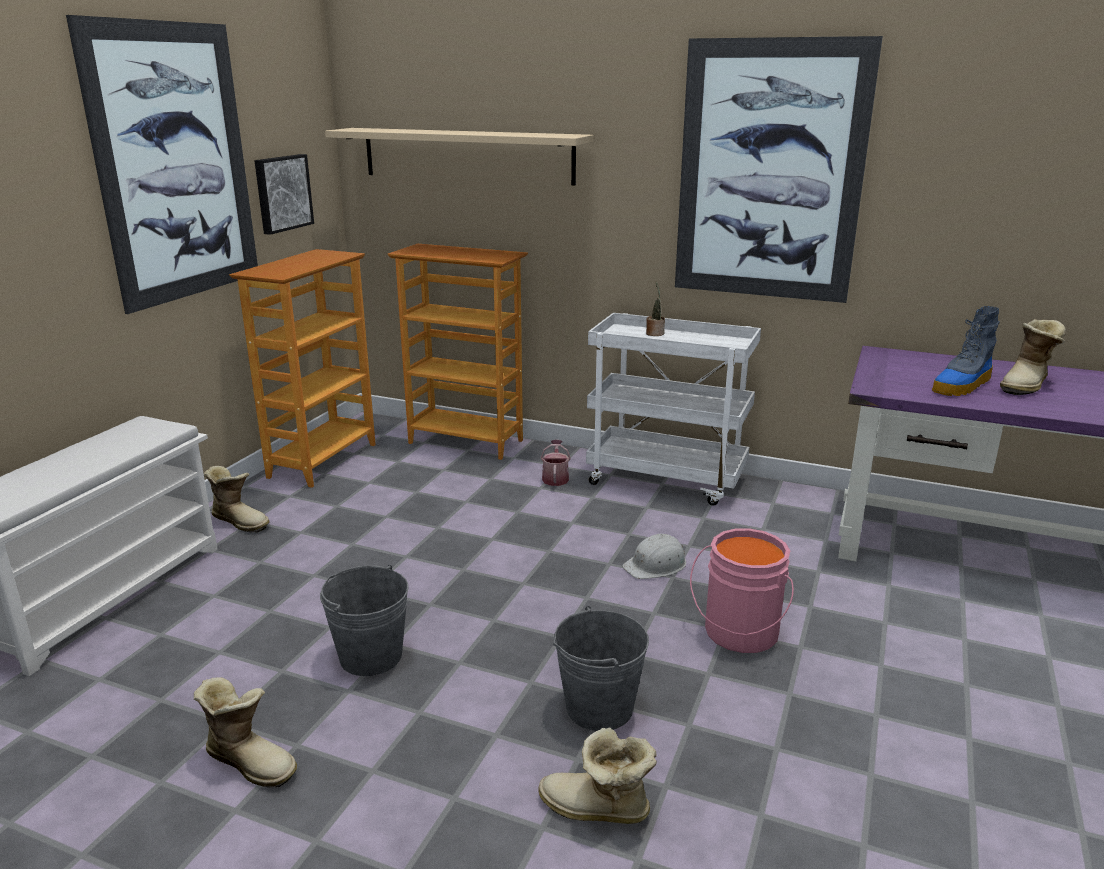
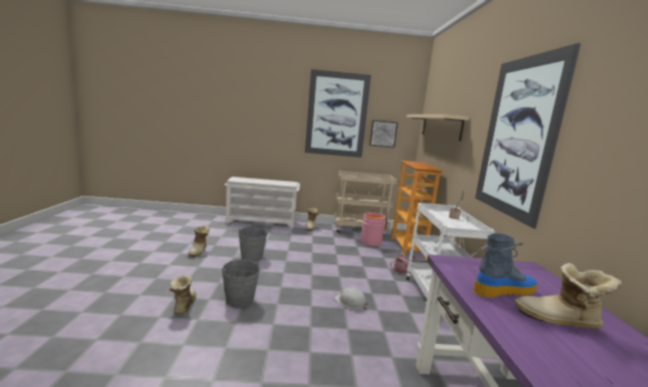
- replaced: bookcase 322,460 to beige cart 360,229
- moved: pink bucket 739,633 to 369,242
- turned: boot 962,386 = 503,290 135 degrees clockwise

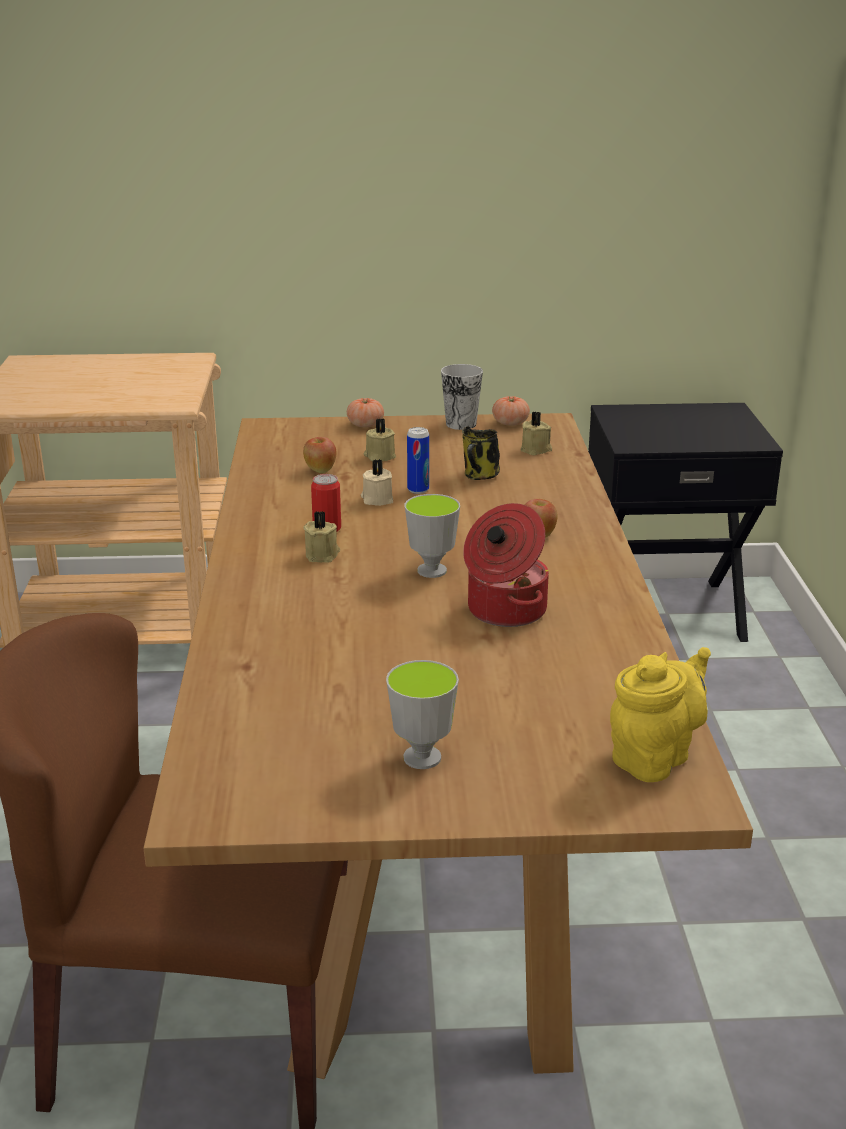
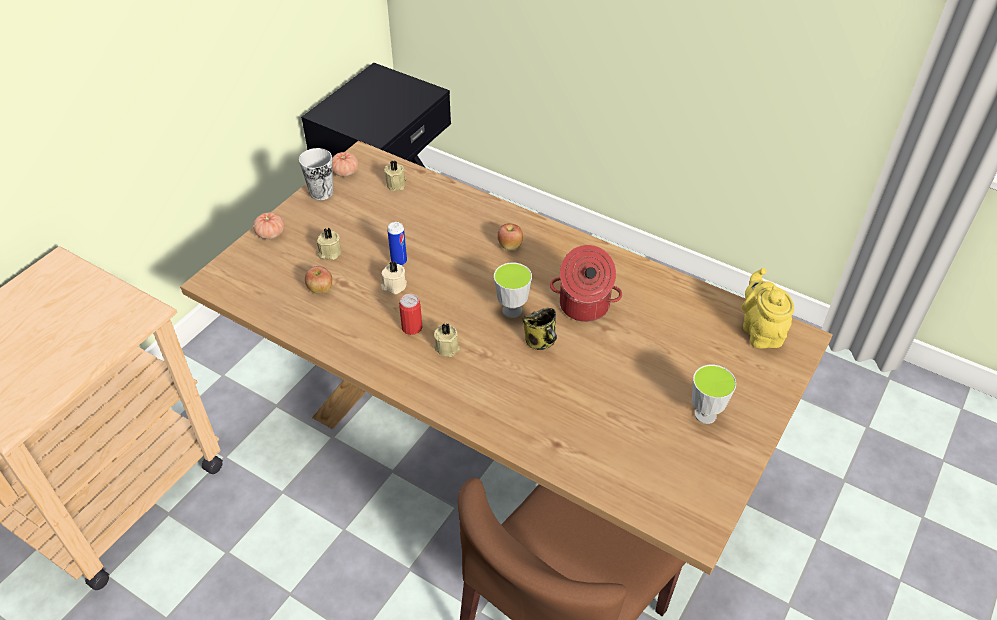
- moved: mug 480,476 to 541,342

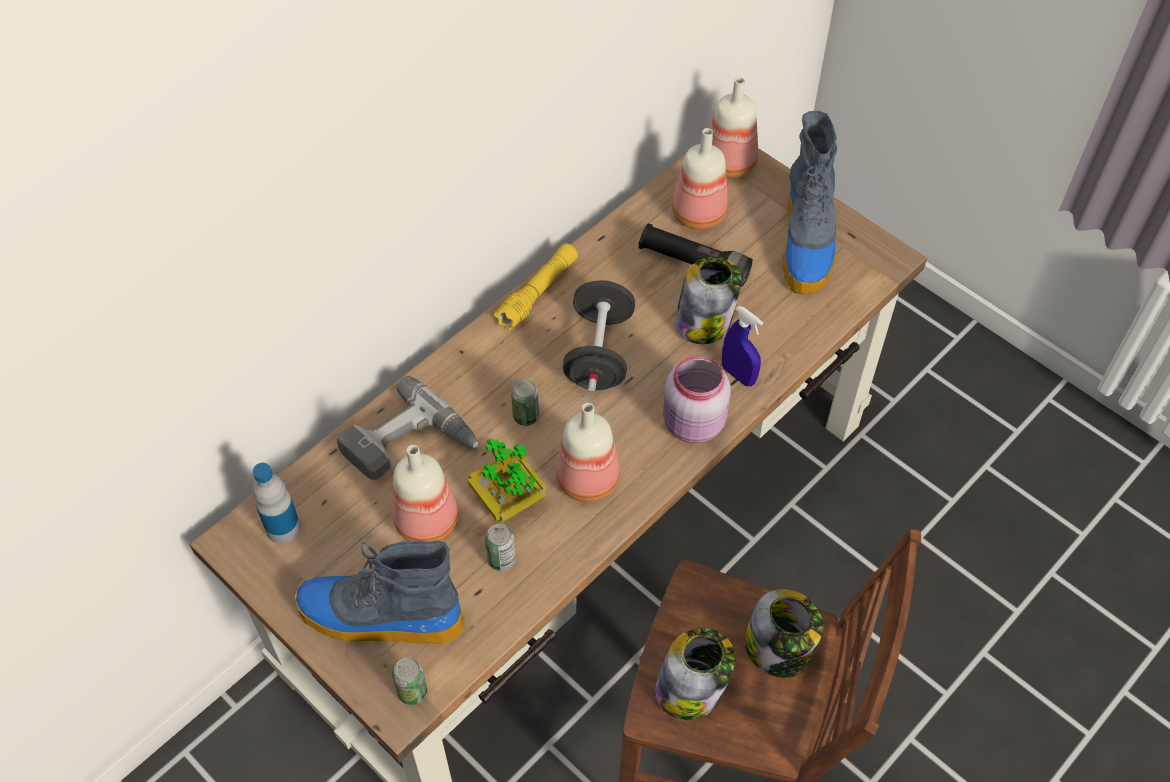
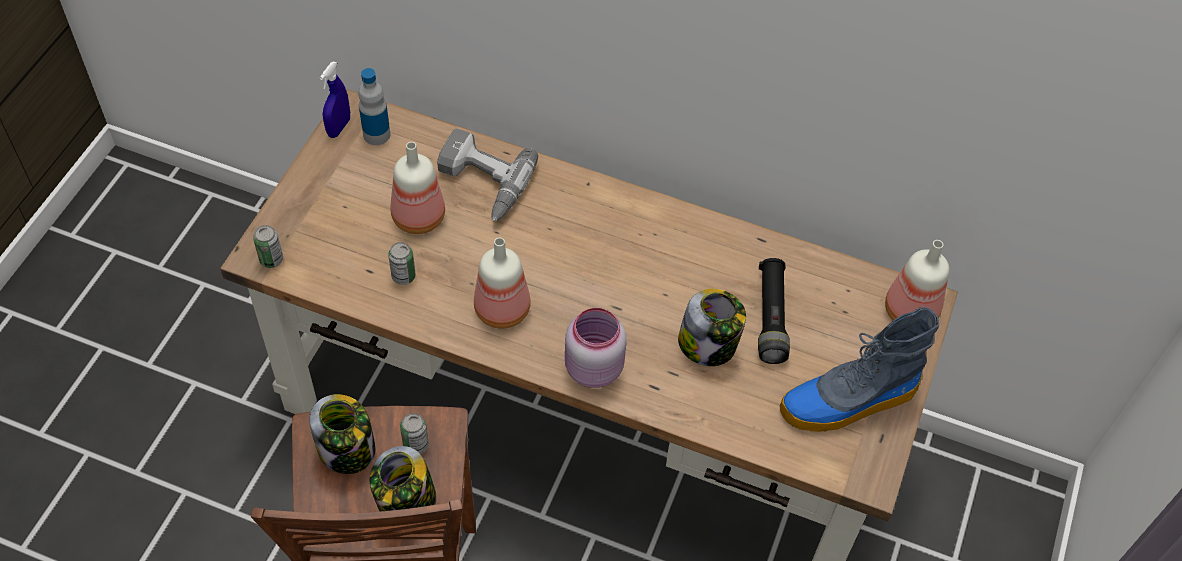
- removed: boot 379,617
- removed: potted plant 508,498
- removed: yellow flashlight 538,293
- moved: can 526,416 to 416,445
- removed: black dumbbell 599,353
- removed: bottle 698,215
- moved: blue spray bottle 738,375 to 339,127

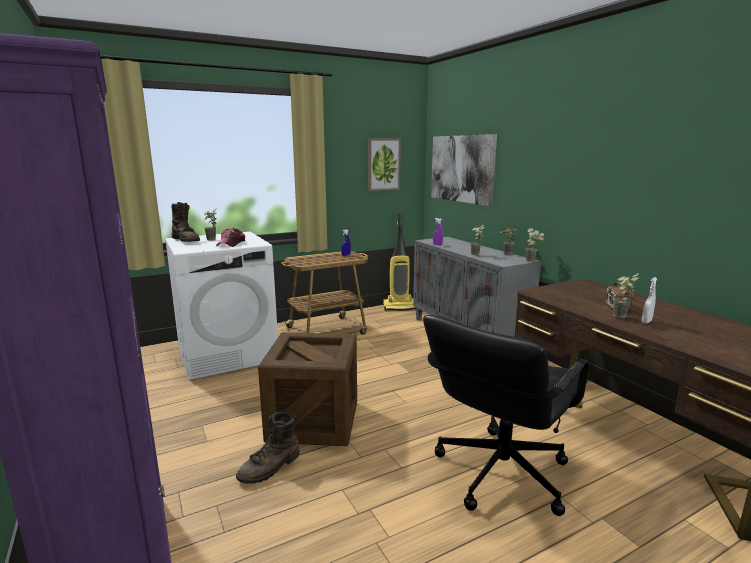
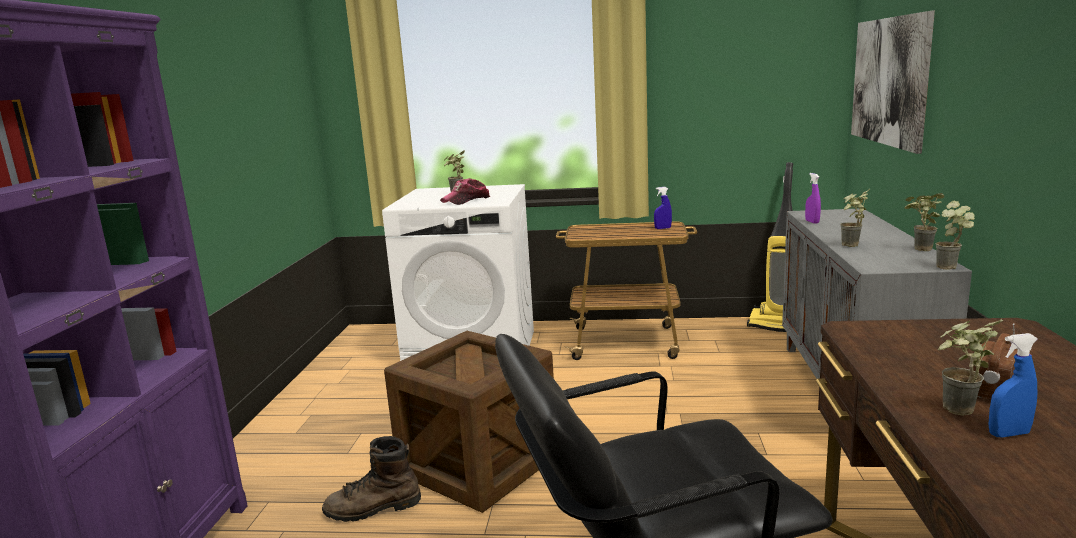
- removed: brown boot 186,240
- removed: picture 383,164
- recoloured: white spray bottle 646,321 to blue spray bottle 1008,434

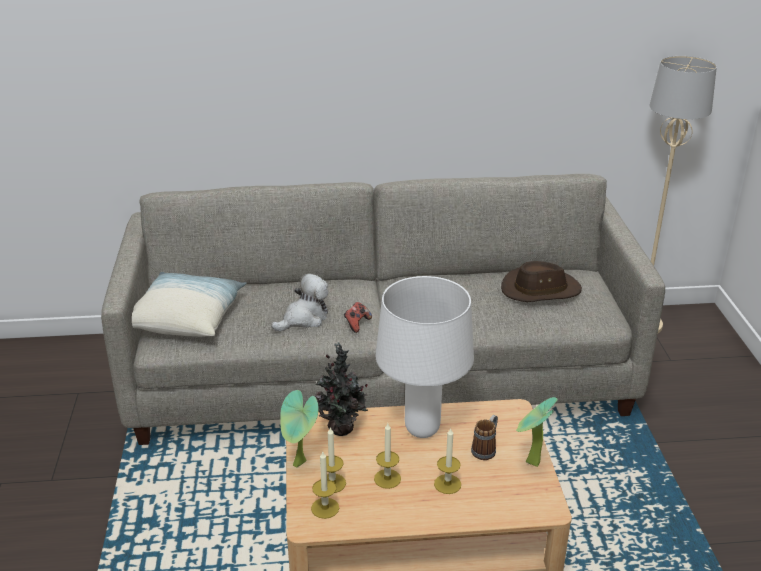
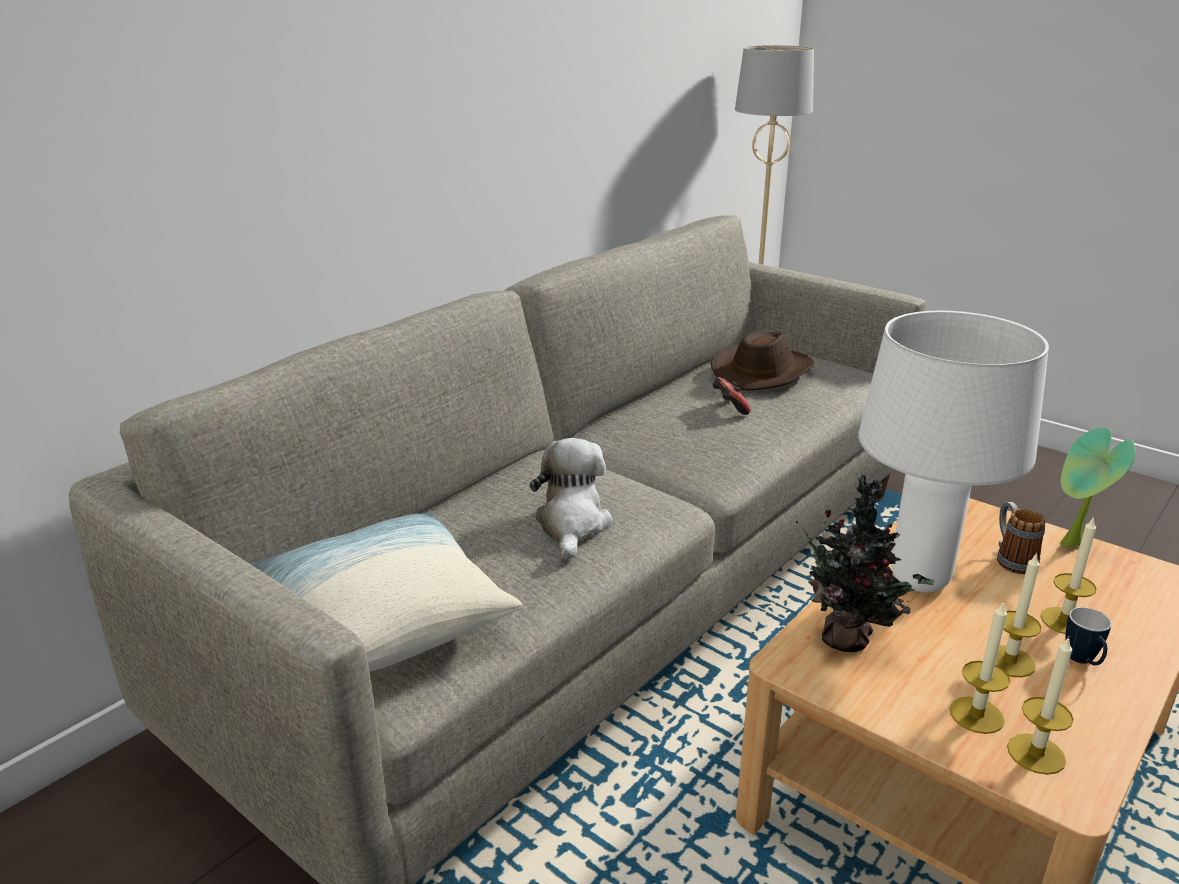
- removed: potted plant 300,465
- moved: game controller 357,324 to 729,407
- added: mug 1083,662

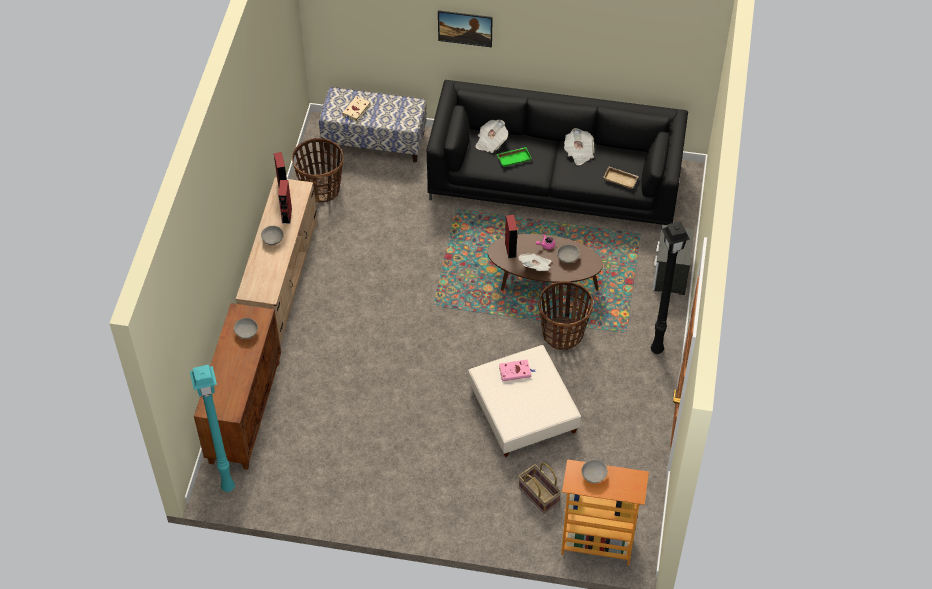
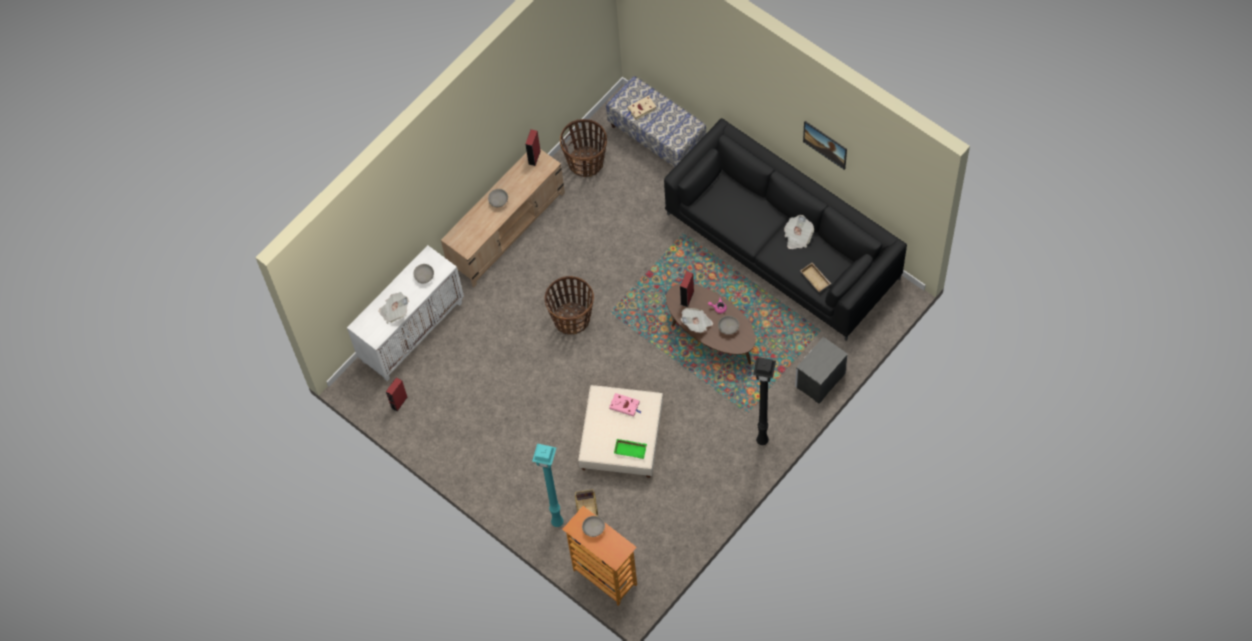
- moved: turquoise floor lamp 227,486 to 556,521
- recoloured: brown cabinet 244,411 to white cabinet 412,331
- moved: red speaker 287,215 to 399,402
- moved: picture 465,35 to 824,150
- moved: newspaper 490,142 to 394,311
- moved: green tray 514,158 to 631,449
- moved: basket 563,334 to 572,319

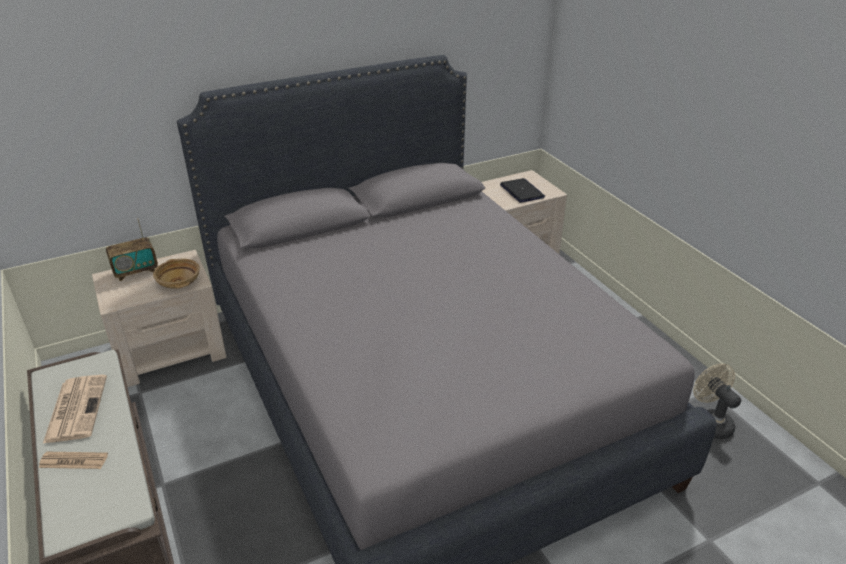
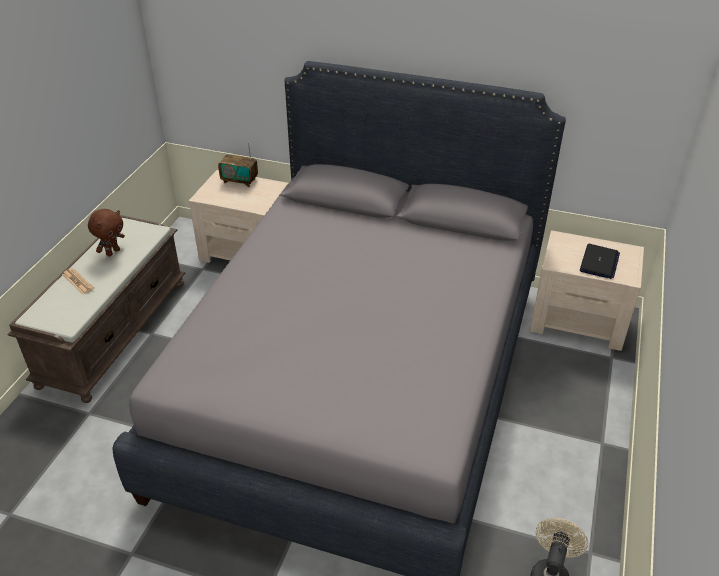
- replaced: newspaper 76,408 to brown plush toy 112,252
- removed: beige bowl 179,282

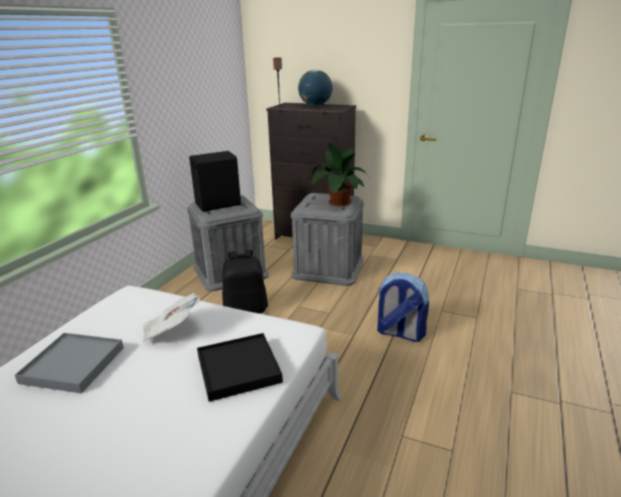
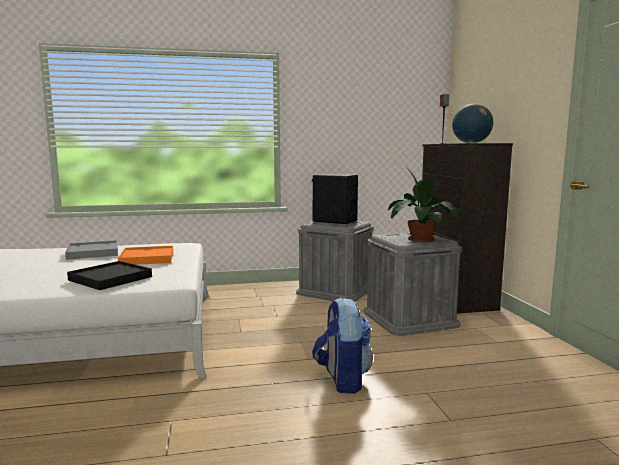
- replaced: newspaper 171,330 to orange tray 147,258
- removed: black backpack 246,309

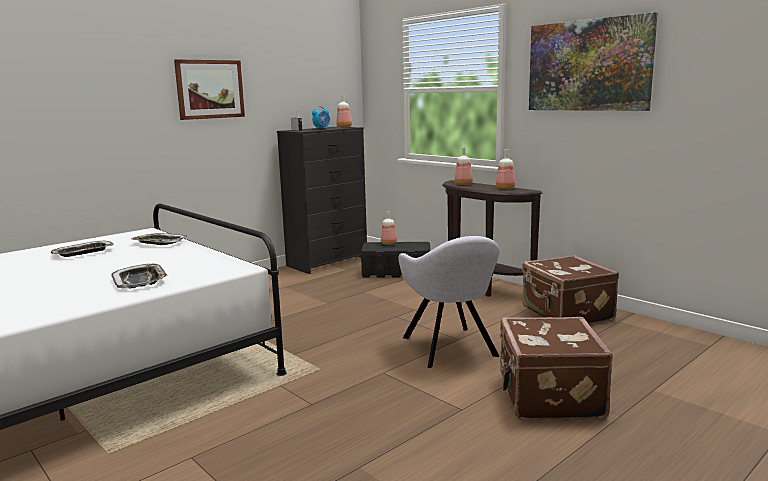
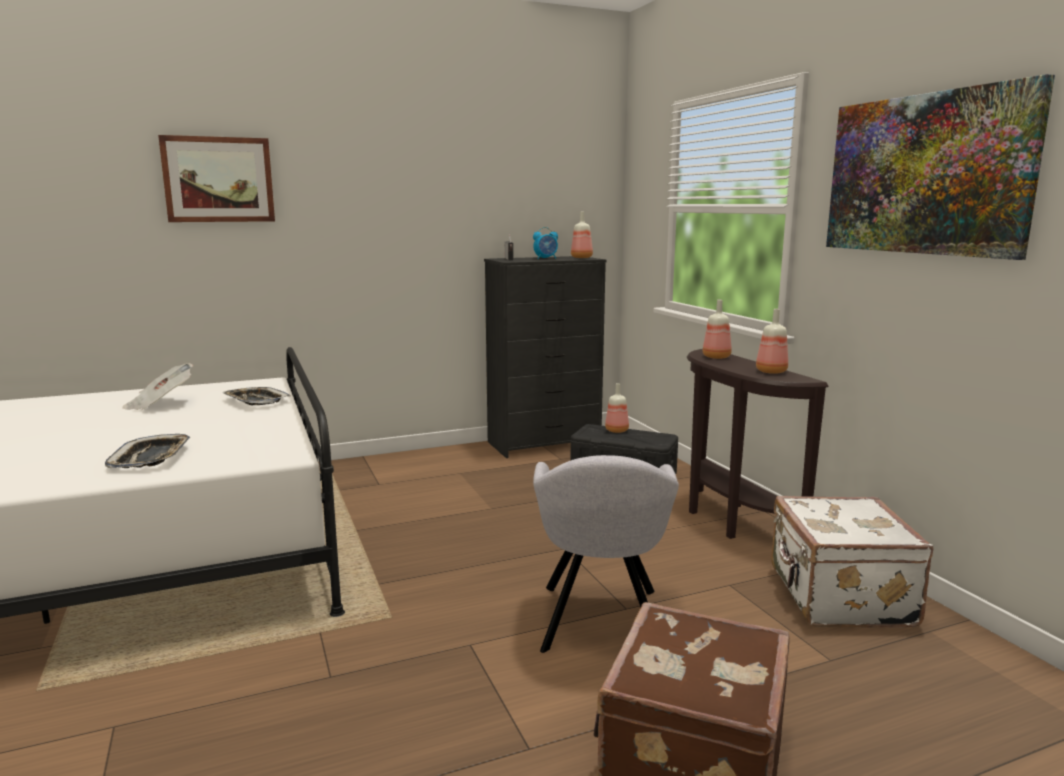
- replaced: tray 83,253 to newspaper 160,404
- moved: picture 210,89 to 218,179
- recoloured: brown suitcase 566,314 to white suitcase 837,597

